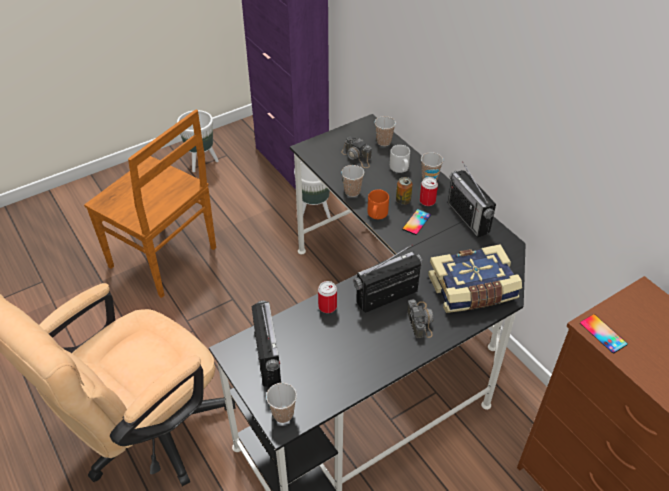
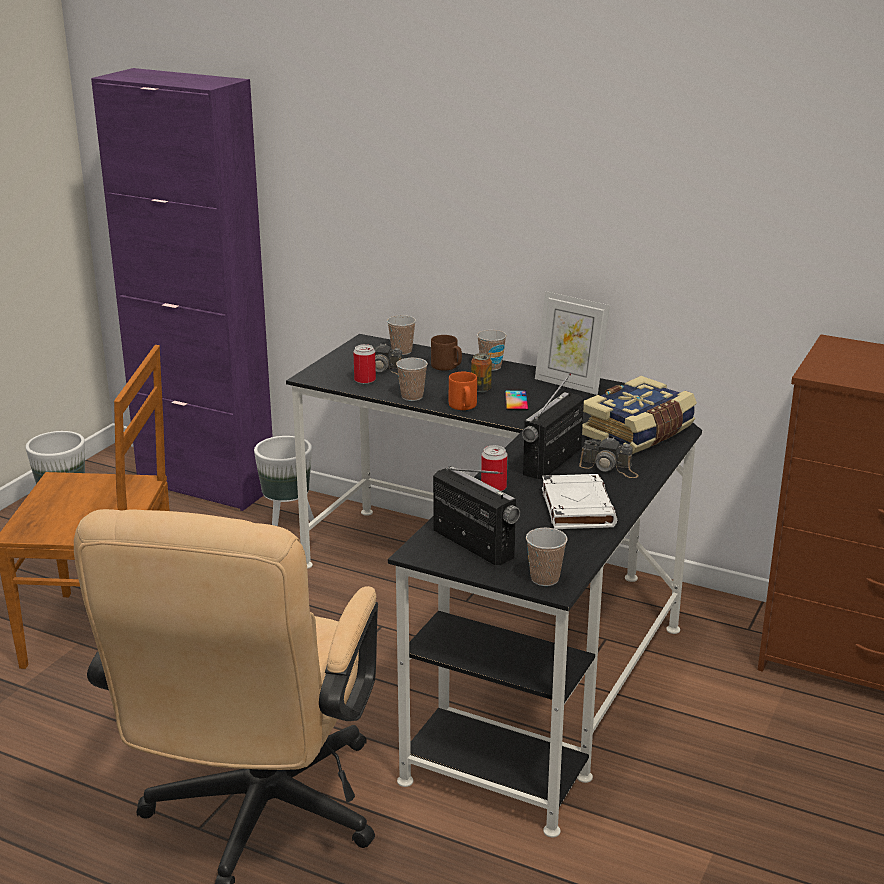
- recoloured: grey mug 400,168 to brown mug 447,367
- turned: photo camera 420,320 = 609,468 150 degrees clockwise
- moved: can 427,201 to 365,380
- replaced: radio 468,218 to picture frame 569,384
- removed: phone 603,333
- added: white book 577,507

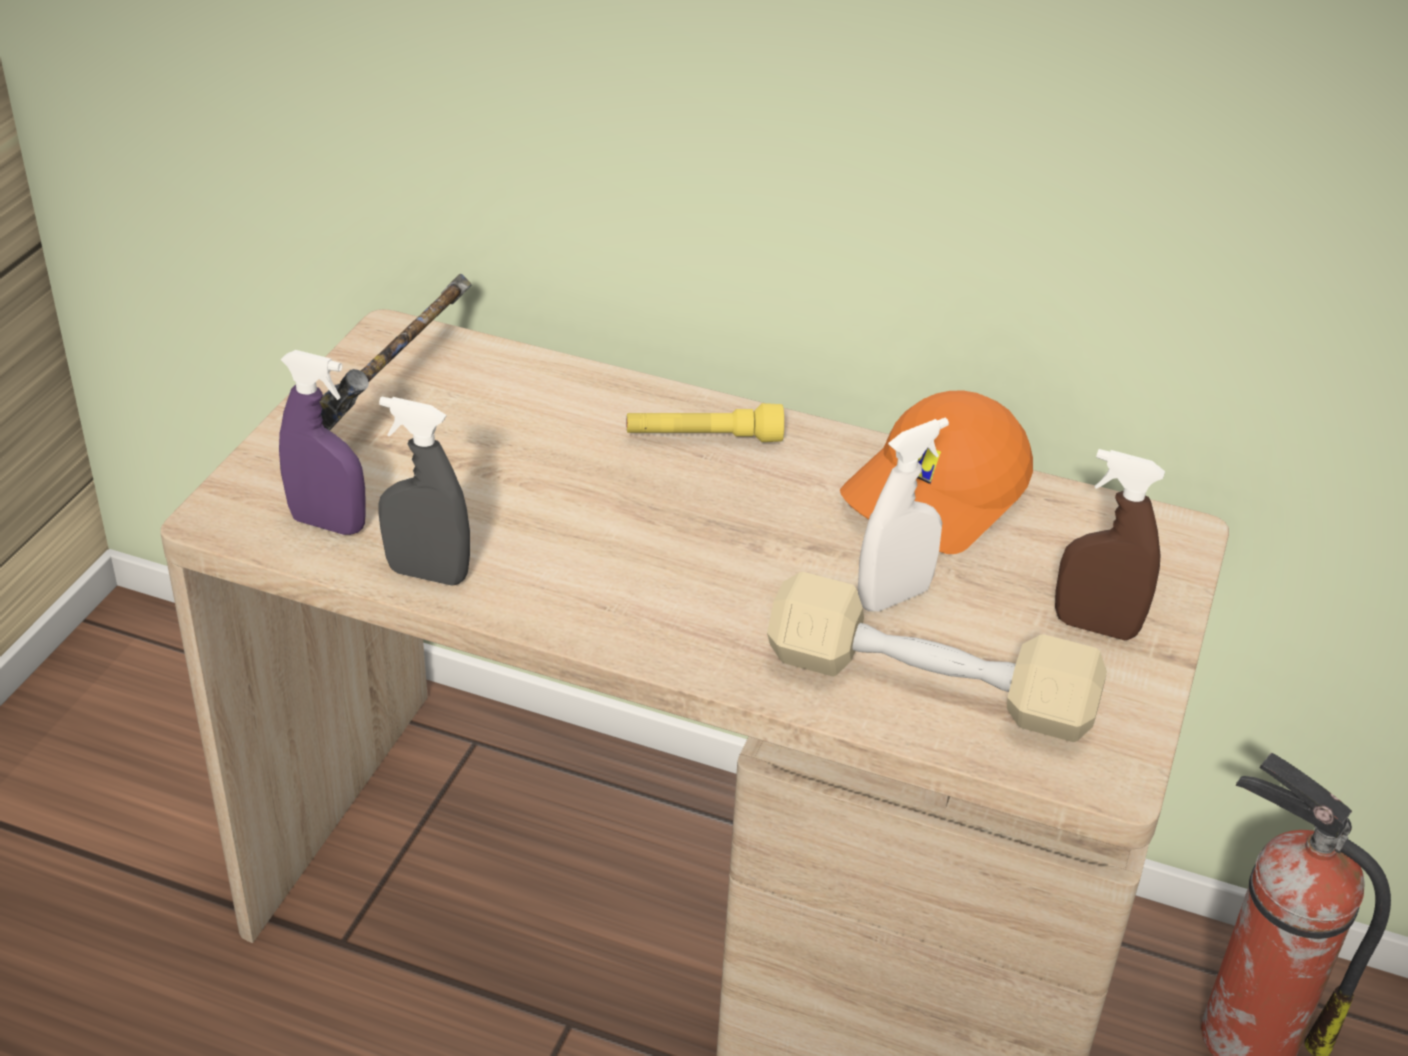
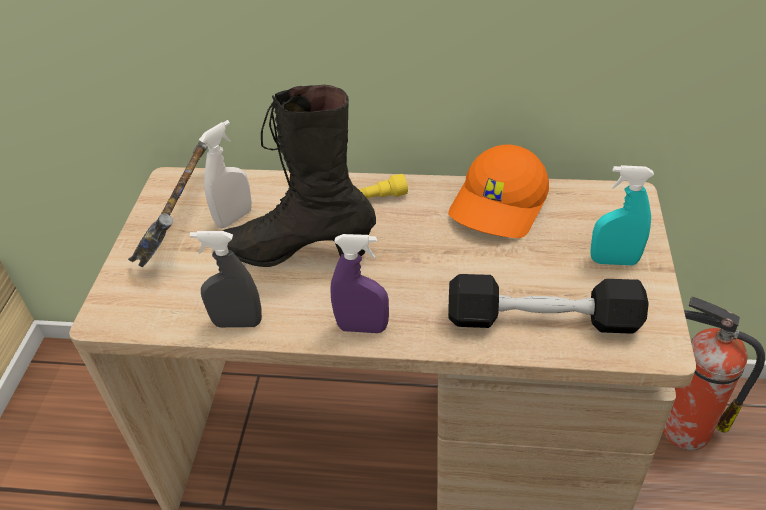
- moved: purple spray bottle 328,523 to 362,327
- recoloured: beige dumbbell 929,686 to black dumbbell 542,320
- moved: white spray bottle 894,597 to 234,218
- recoloured: brown spray bottle 1095,626 to turquoise spray bottle 614,261
- added: black boot 296,252

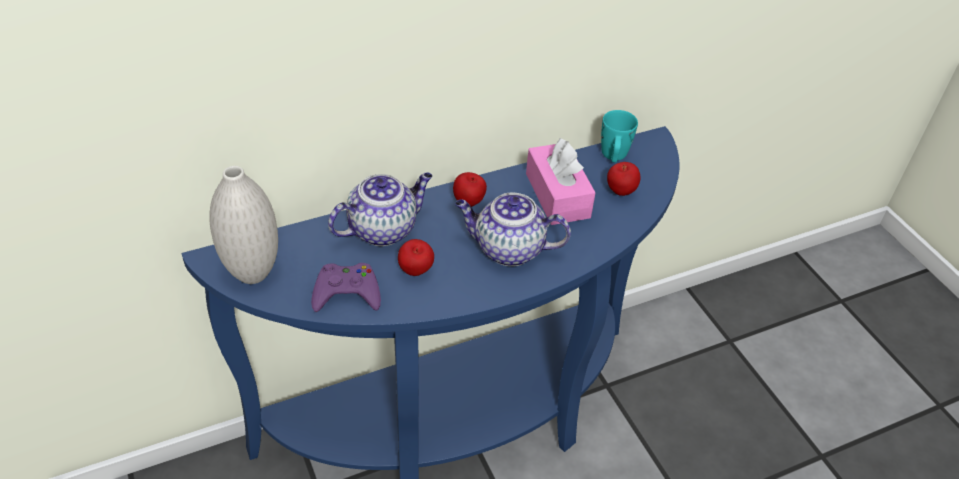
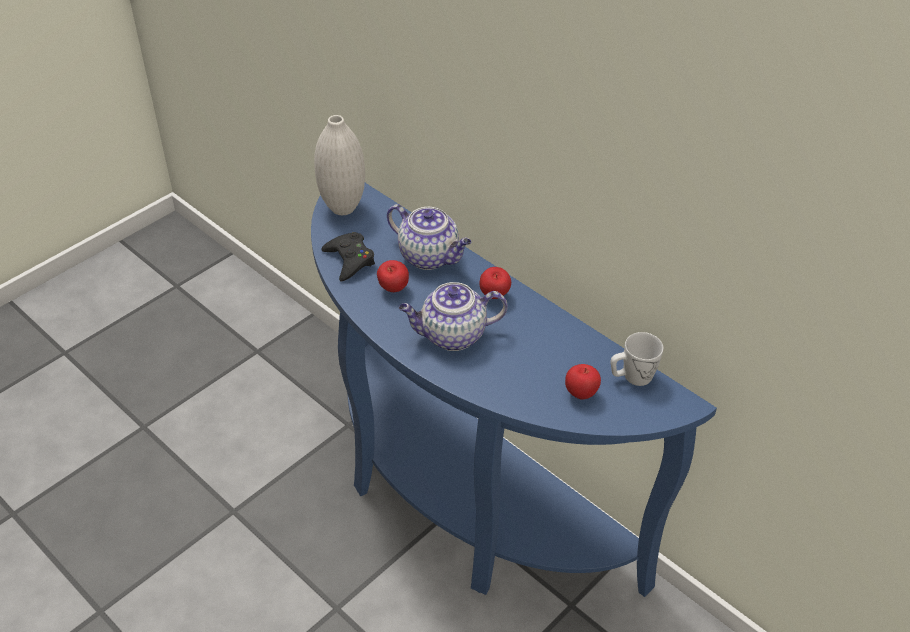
- recoloured: purple game controller 347,293 to black game controller 349,260
- turned: teapot 507,249 = 451,336 90 degrees counterclockwise
- removed: pink tissue box 557,195
- recoloured: turquoise mug 613,156 to white mug 632,377

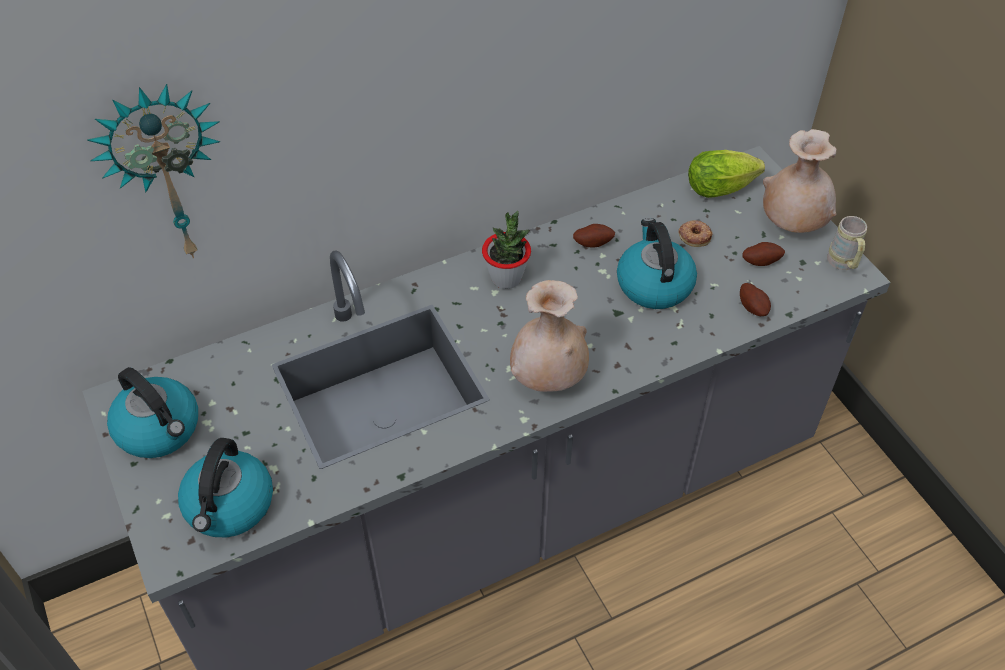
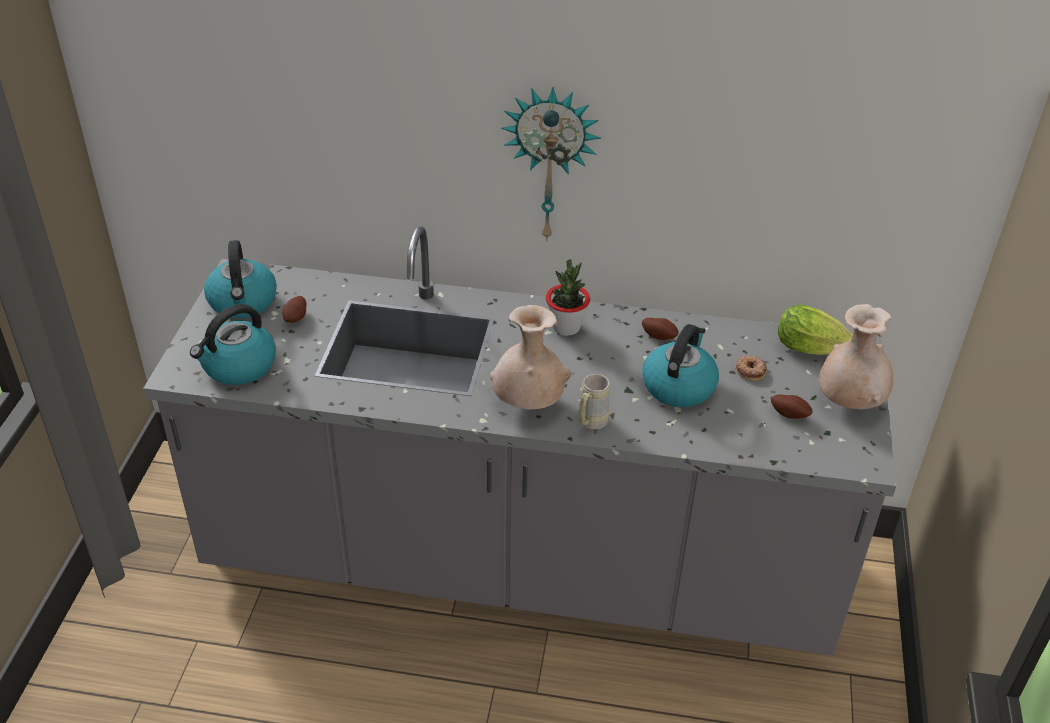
- moved: wall clock 165,173 to 550,163
- moved: potato 753,307 to 296,318
- moved: beige mug 843,265 to 590,423

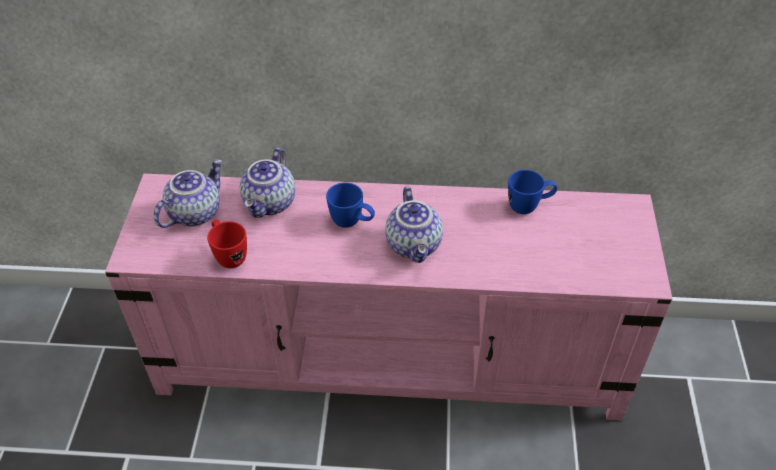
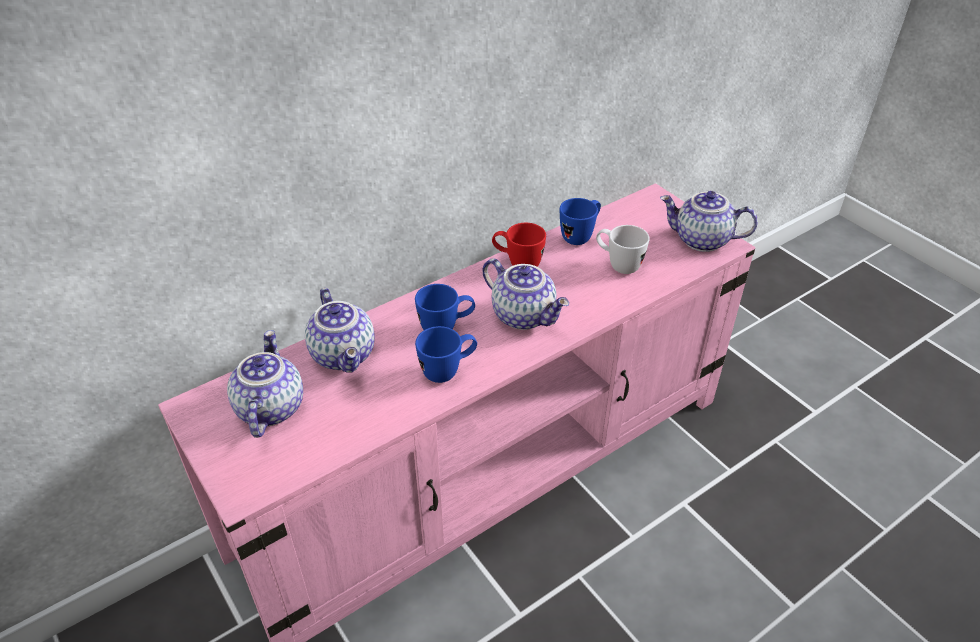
- moved: red mug 229,255 to 517,264
- added: blue mug 448,371
- added: white mug 618,265
- added: teapot 701,241

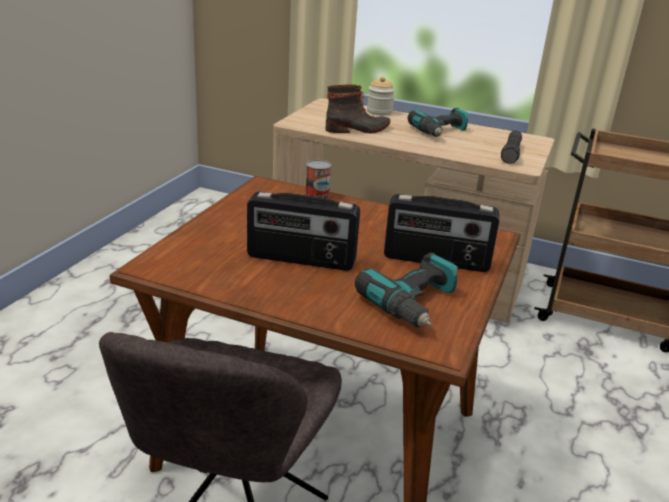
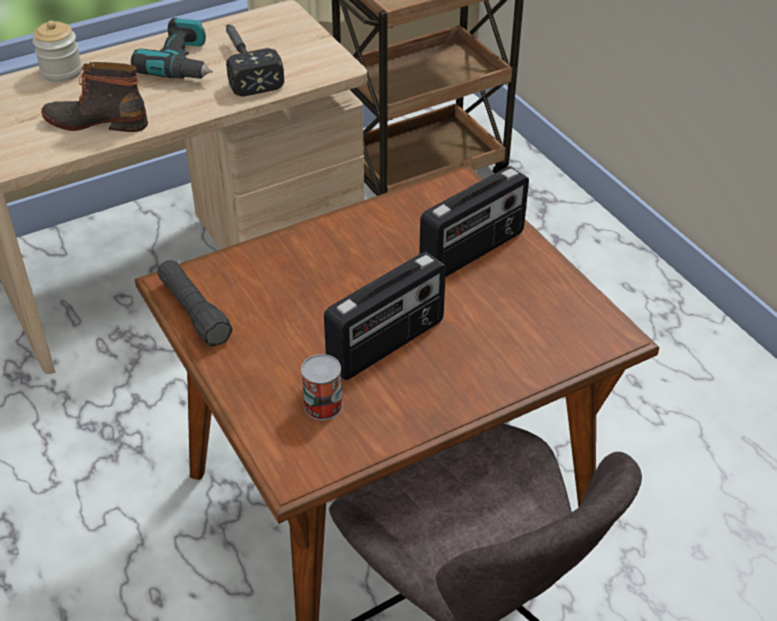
- moved: can 317,195 to 323,405
- turned: boot 358,129 = 97,121 105 degrees counterclockwise
- removed: power drill 415,304
- moved: black flashlight 511,154 to 194,312
- added: hammer 244,65

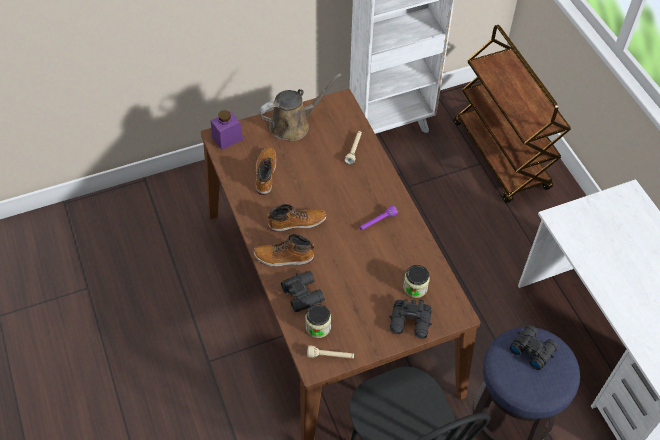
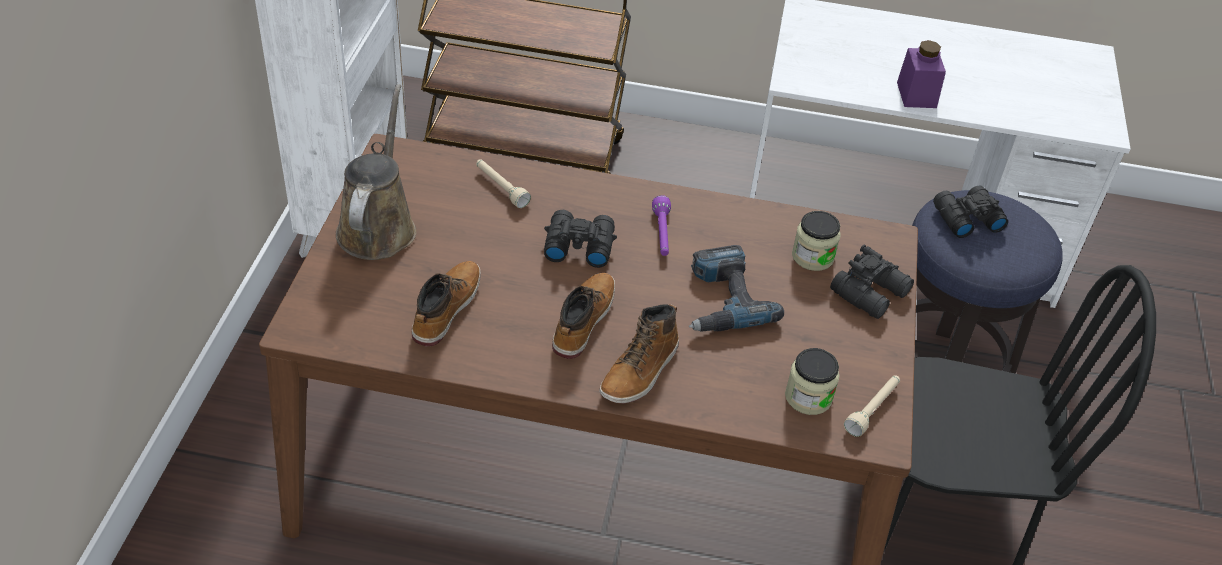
- moved: purple jar 227,138 to 916,95
- turned: boot 265,174 = 445,309 75 degrees clockwise
- moved: black binoculars 303,293 to 578,245
- added: power drill 721,300

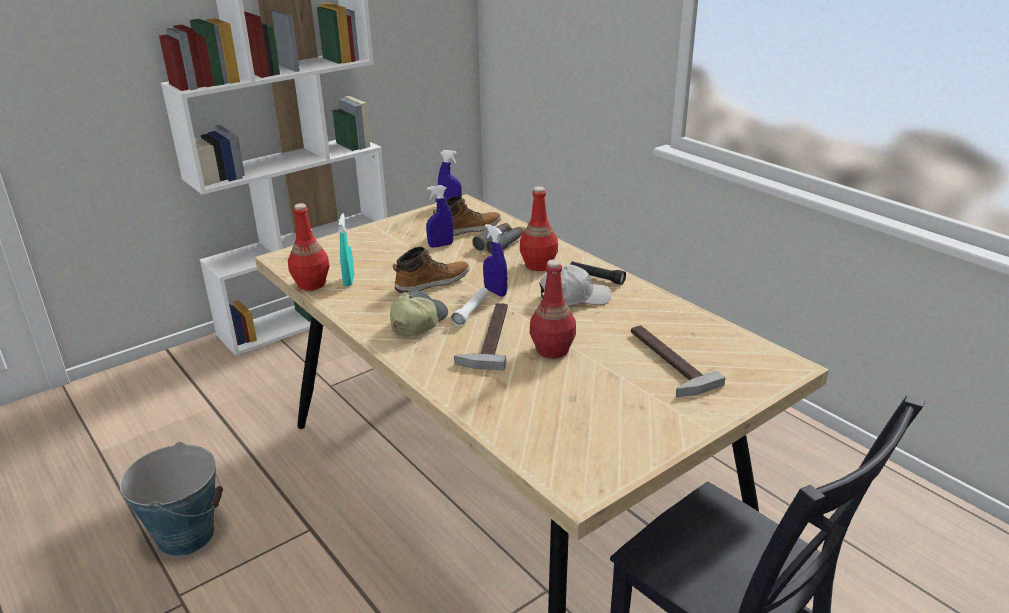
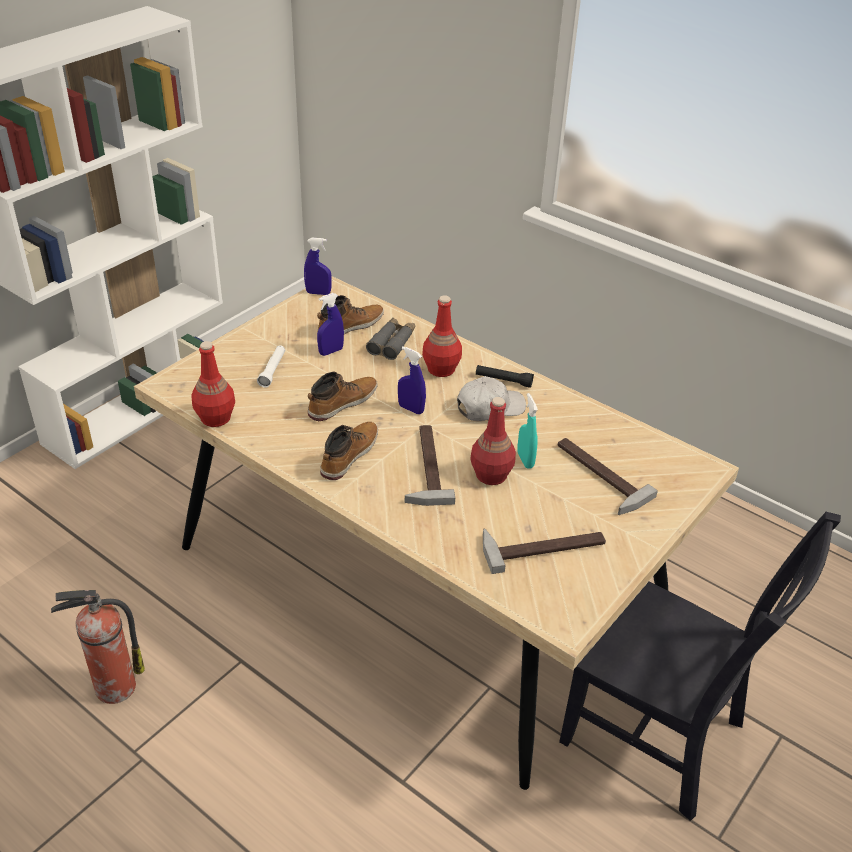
- replaced: bucket 186,535 to fire extinguisher 113,688
- moved: turquoise spray bottle 349,281 to 525,460
- replaced: cap 418,322 to boot 349,455
- moved: white flashlight 471,311 to 272,370
- added: hammer 543,545

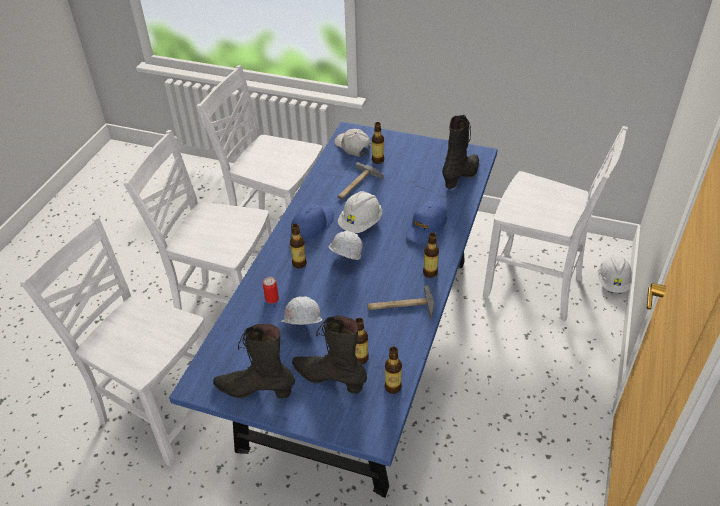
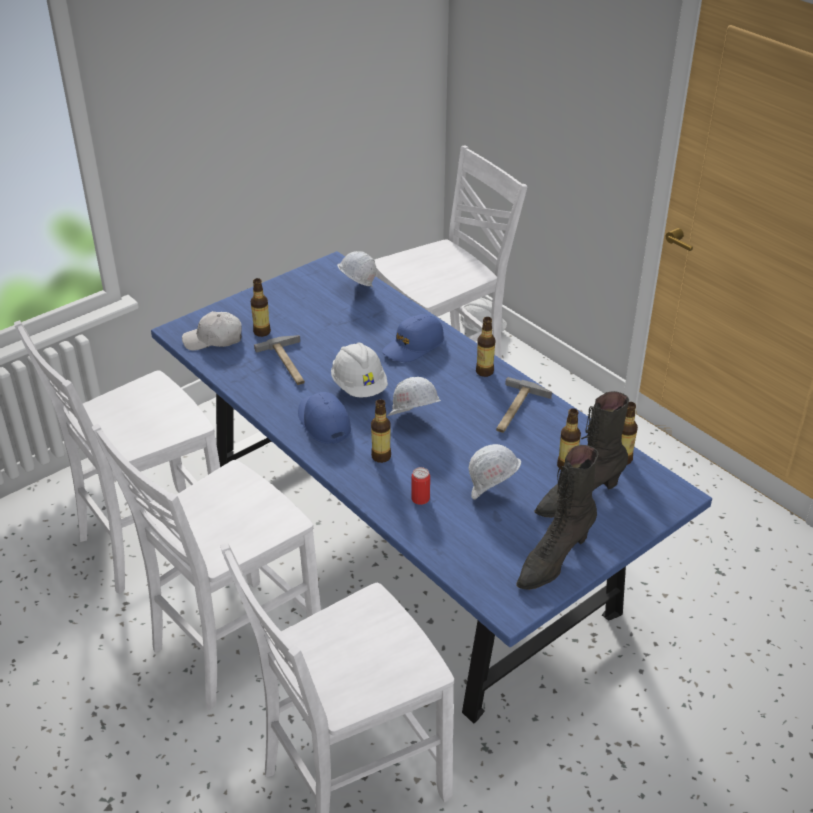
- turned: blue cap 426,227 = 413,346 75 degrees clockwise
- replaced: black boot 461,176 to white hard hat 356,290

